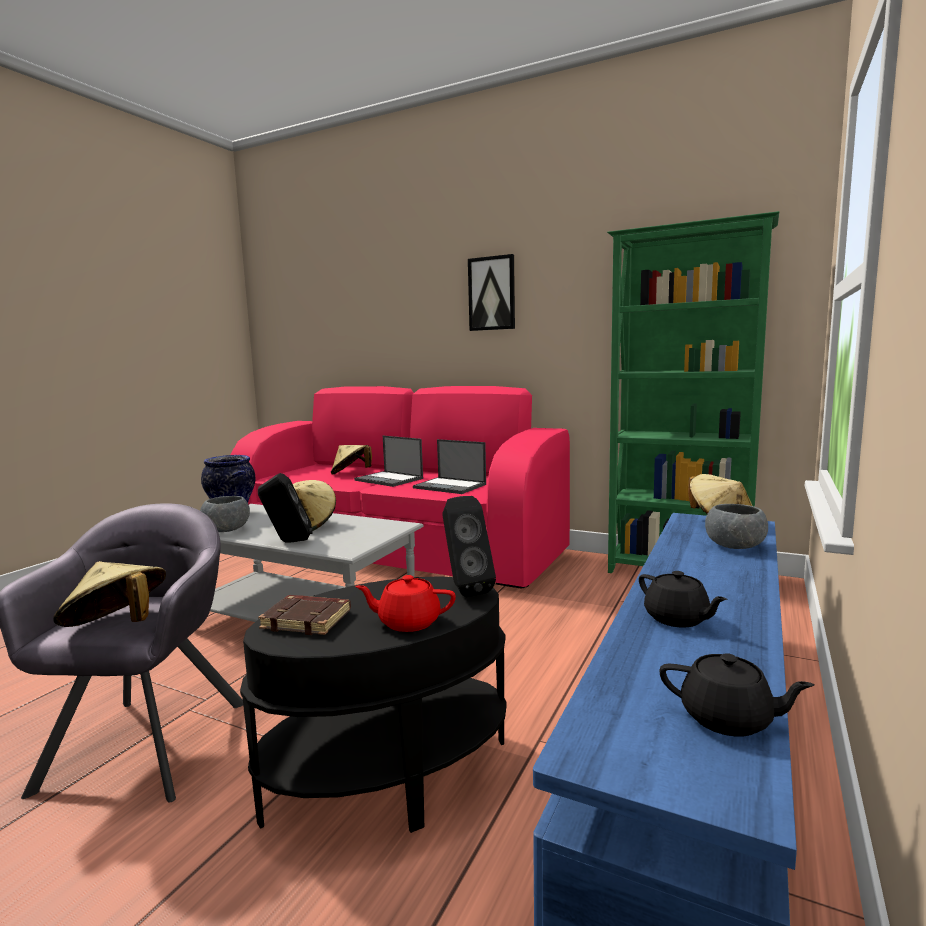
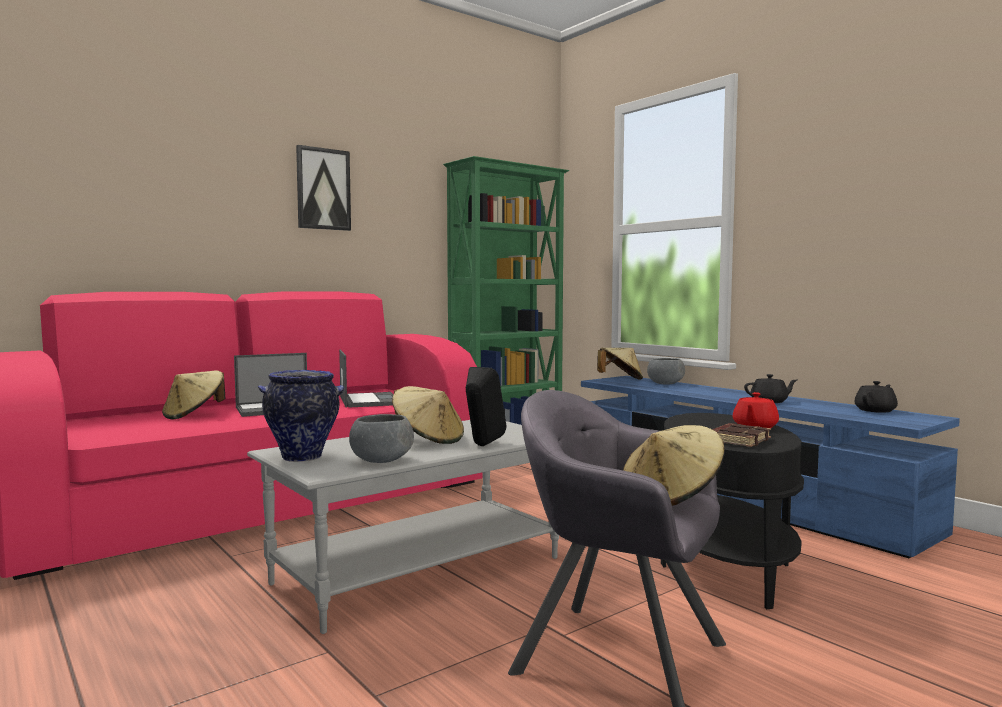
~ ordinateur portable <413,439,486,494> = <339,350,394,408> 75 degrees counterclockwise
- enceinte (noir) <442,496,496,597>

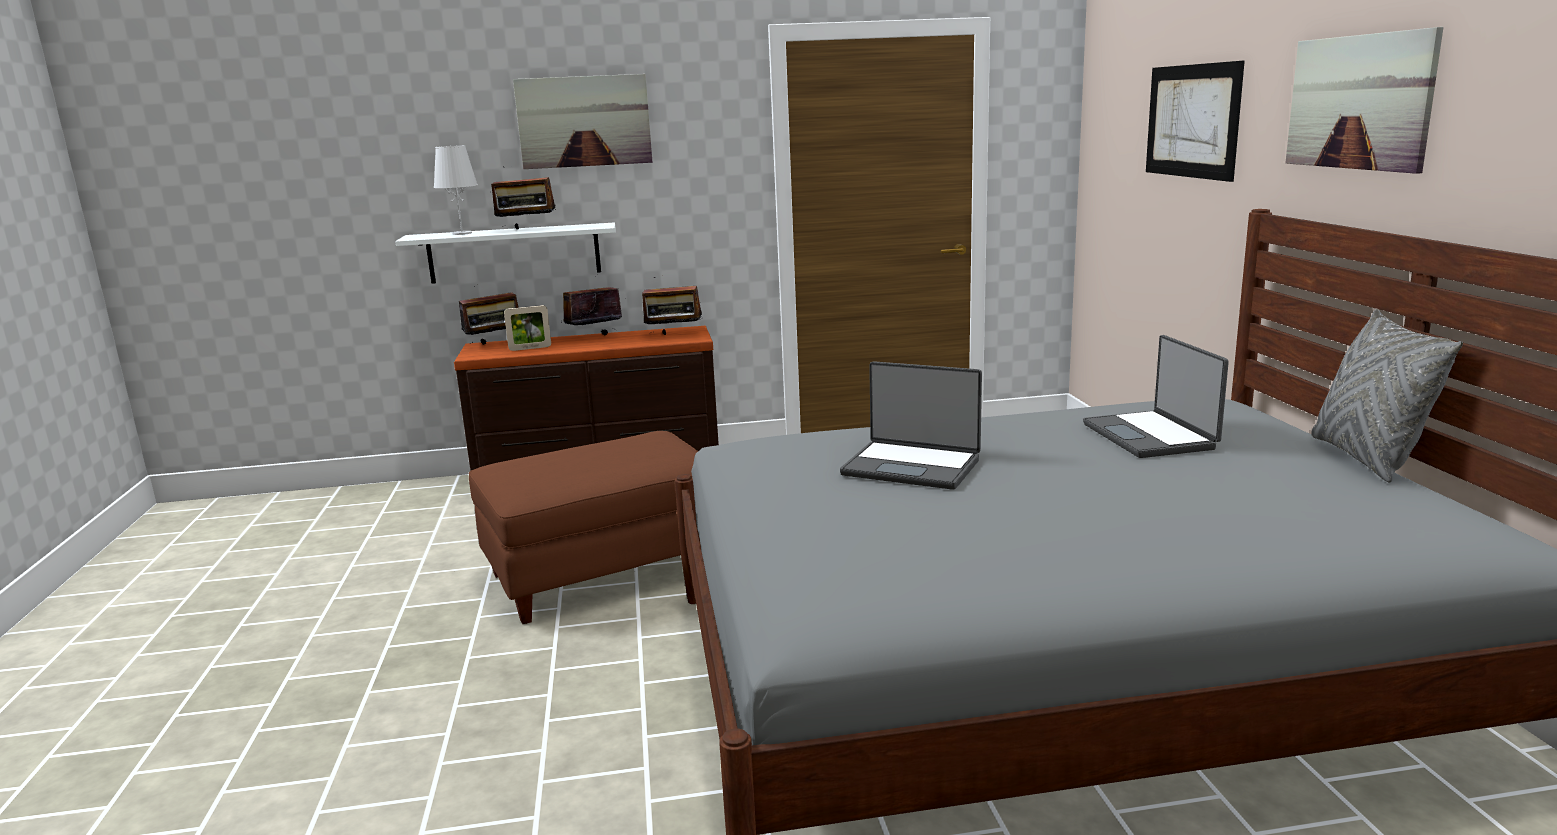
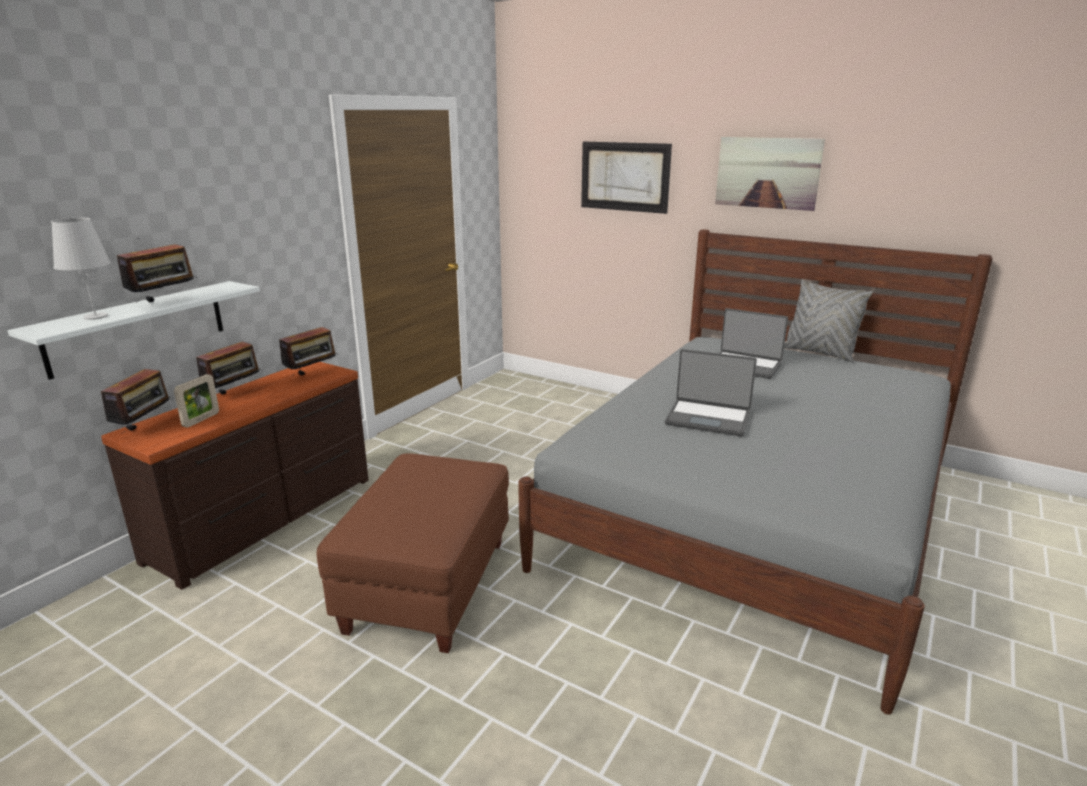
- tableau <513,74,652,169>
~ radio <561,274,622,336> = <196,341,262,394> 150 degrees counterclockwise
~ ordinateur portable <840,361,982,490> = <665,349,757,436> 45 degrees clockwise

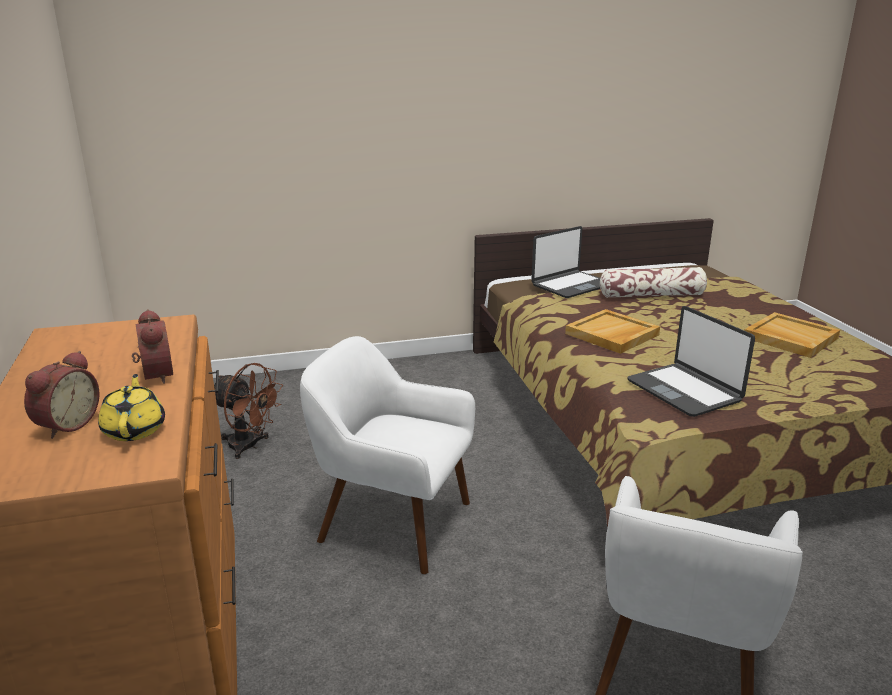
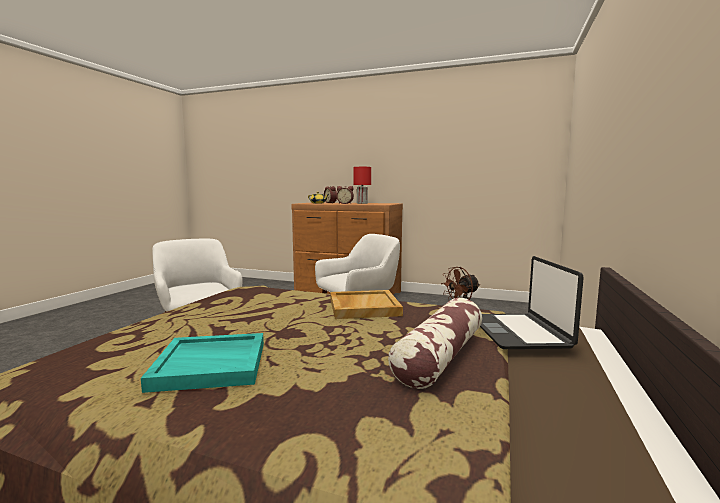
- ordinateur portable <627,306,755,417>
~ plateau (beige) <744,312,840,358> to plateau (turquoise) <141,333,264,393>
+ lampe de table (rouge) <353,167,371,204>

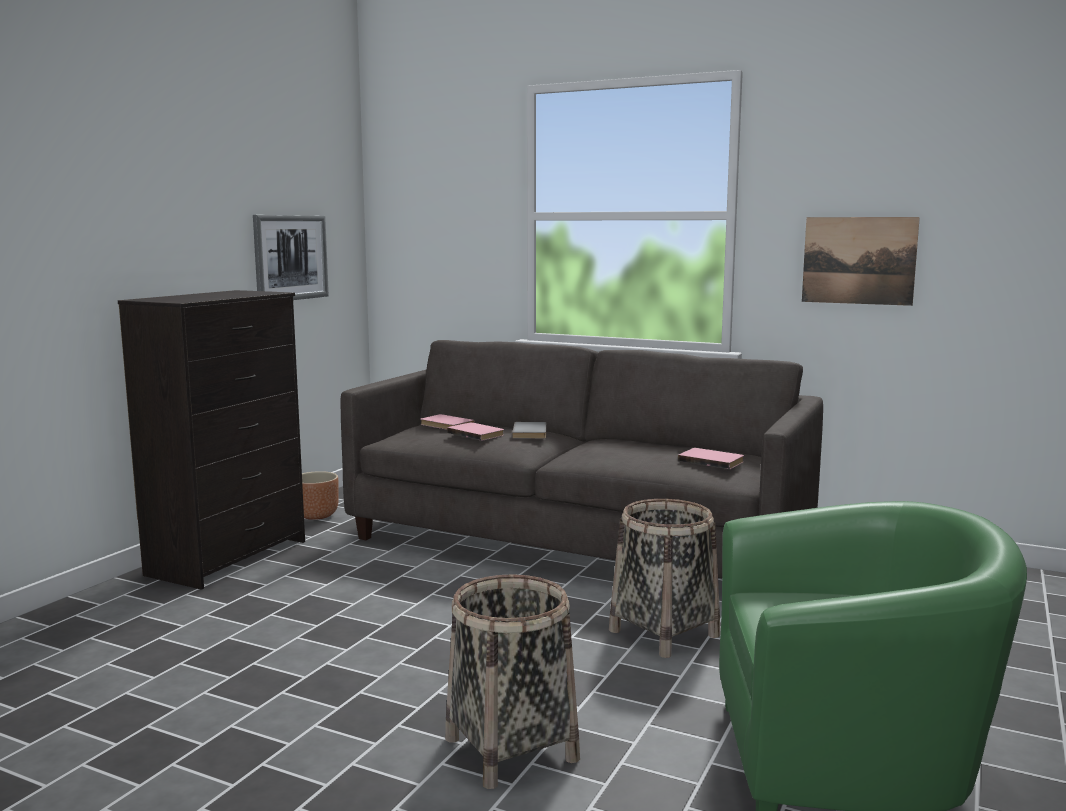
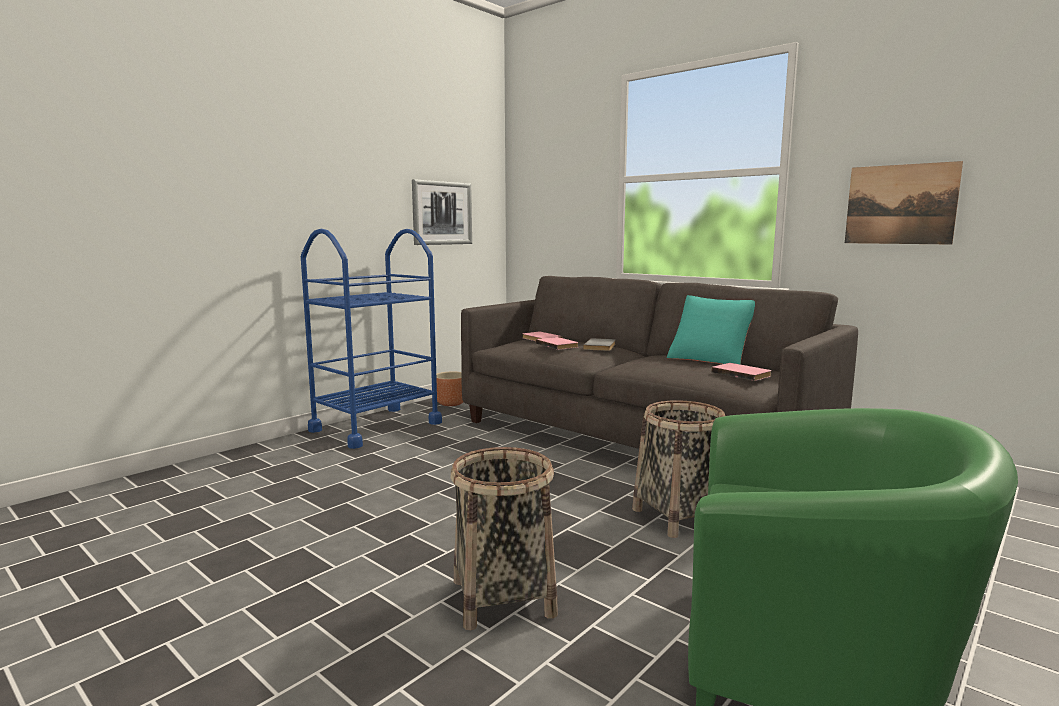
~ commode (noir) <118,290,305,590> to chariot (bleu) <301,228,442,449>
+ coussin (turquoise) <667,295,755,365>

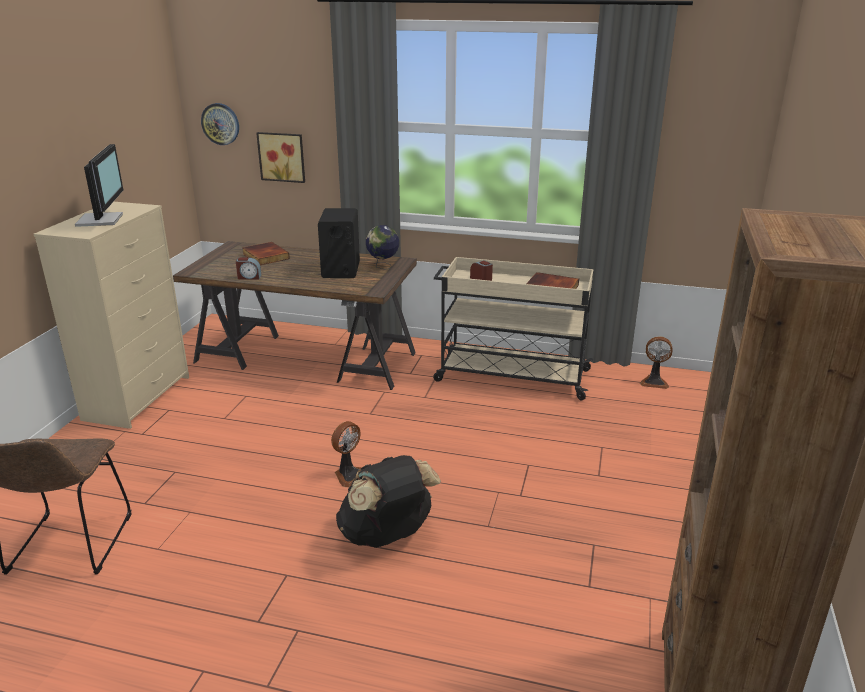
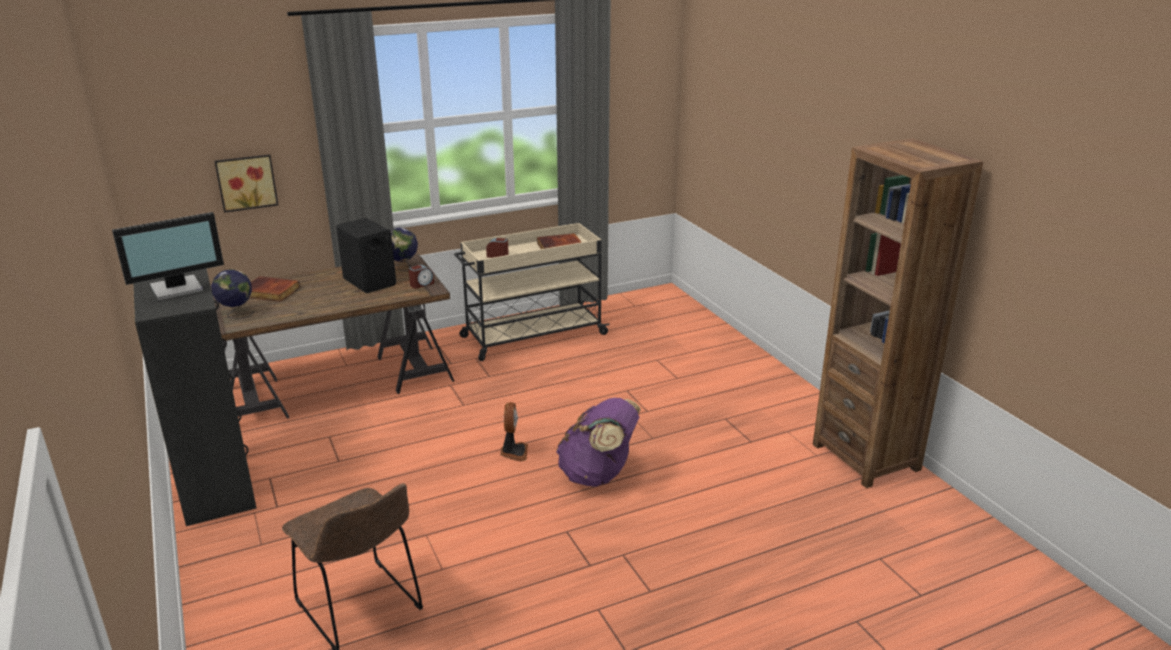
- horloge murale <201,103,239,145>
~ écran d'ordinateur <75,144,123,227> = <112,212,224,301> 105 degrees clockwise
~ commode (beige) <34,202,189,429> to commode (noir) <133,269,256,526>
~ réveil <236,258,261,279> to <409,265,434,289>
- ventilateur <640,336,673,389>
~ sac à dos (noir) <336,455,441,548> to sac à dos (violet) <556,398,641,487>
+ globe <211,269,253,319>

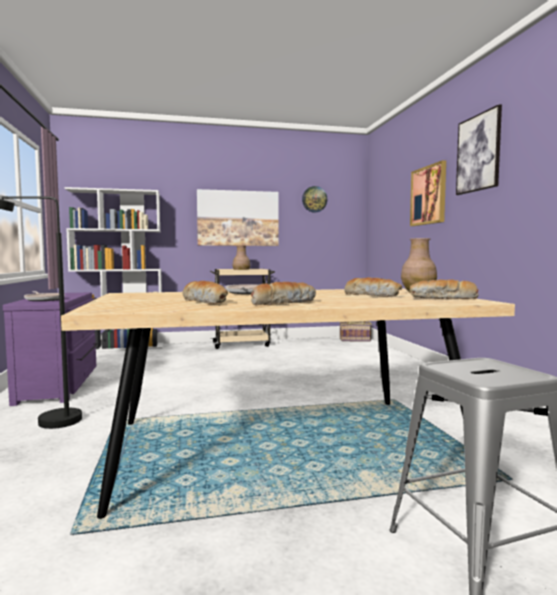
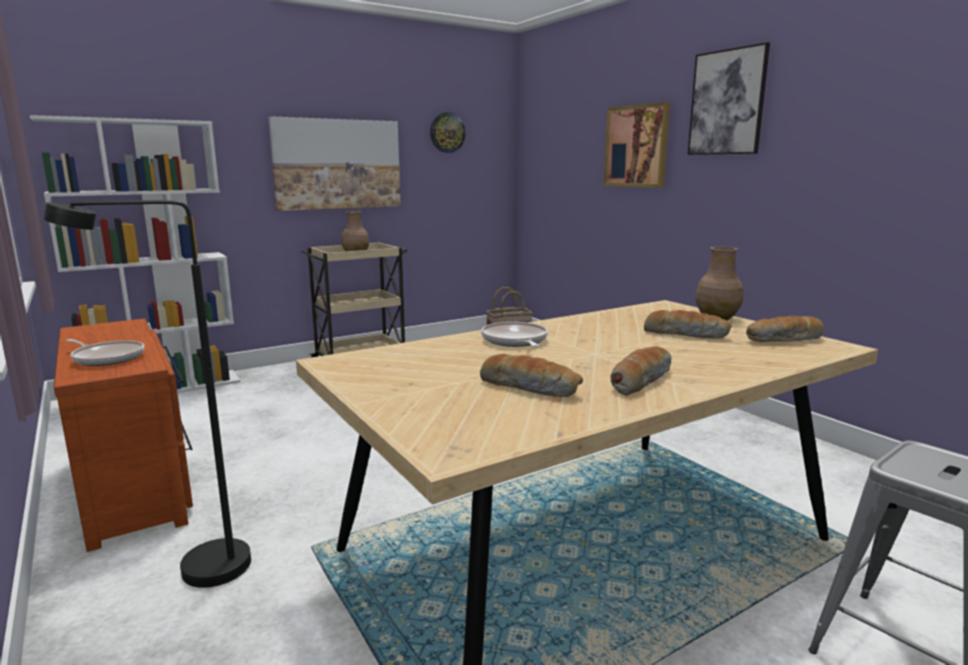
~ commode (violet) <3,293,98,406> to commode (marron) <54,318,193,552>

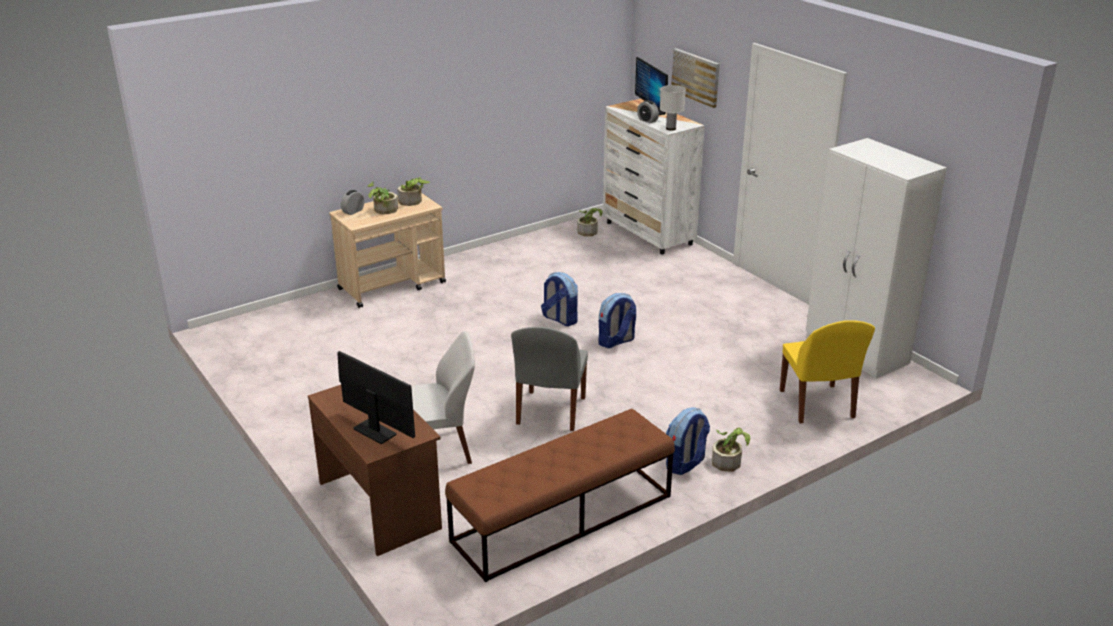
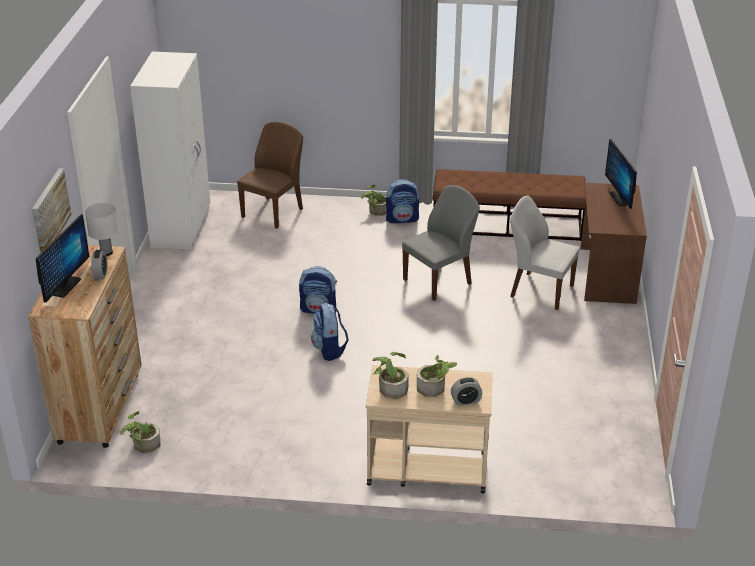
~ commode (blanc) <603,99,705,255> to commode (marron) <28,245,142,448>
~ chaise (jaune) <780,320,875,423> to chaise (marron) <237,122,303,229>

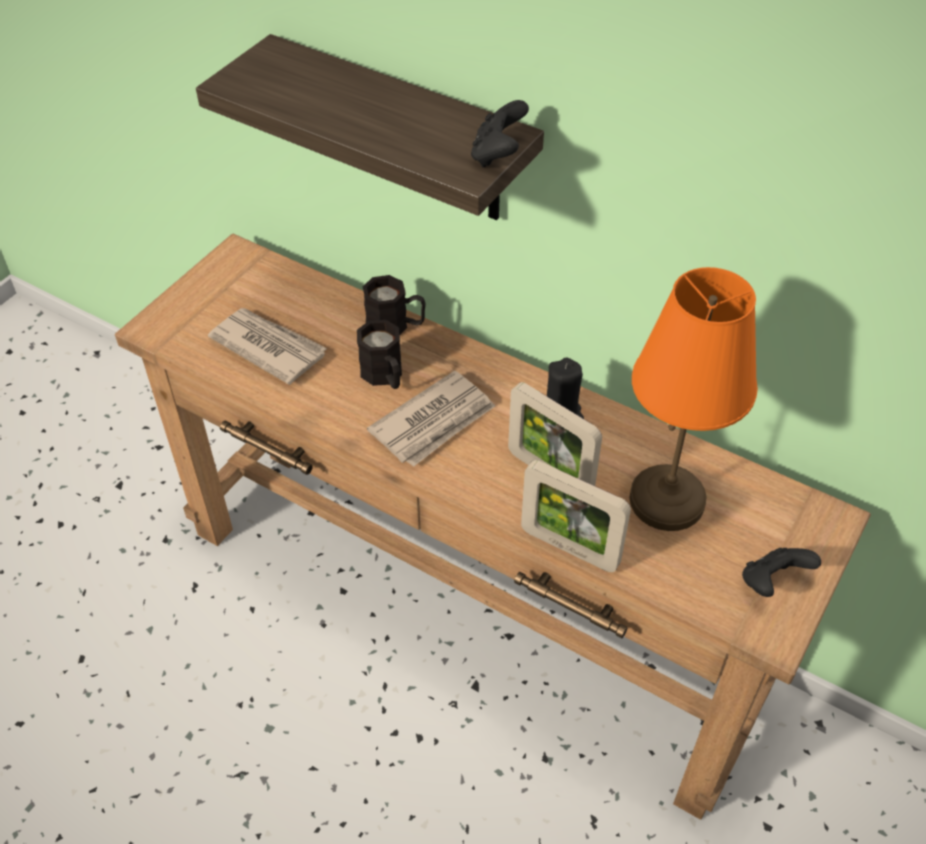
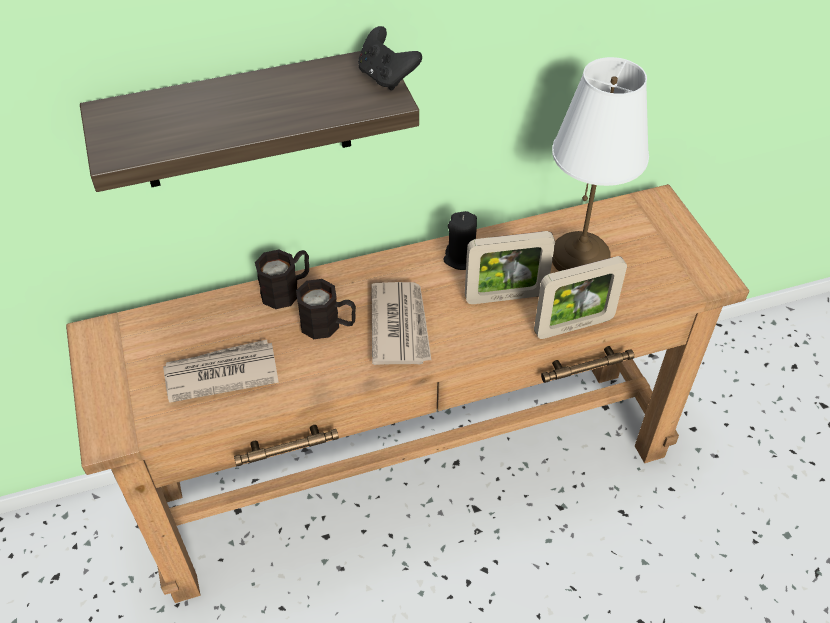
~ lampe de table (orange) <630,267,758,531> to lampe de table (blanc) <552,57,649,271>
- manette (noir) <742,548,821,597>

